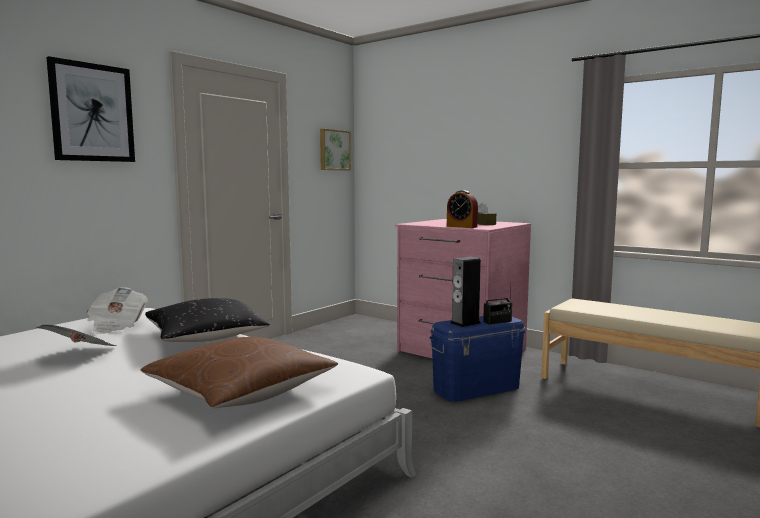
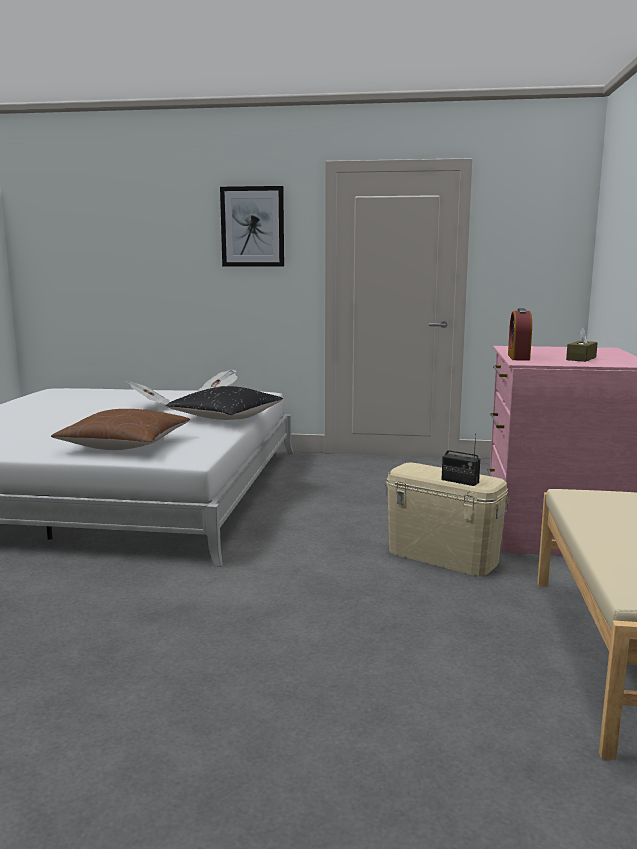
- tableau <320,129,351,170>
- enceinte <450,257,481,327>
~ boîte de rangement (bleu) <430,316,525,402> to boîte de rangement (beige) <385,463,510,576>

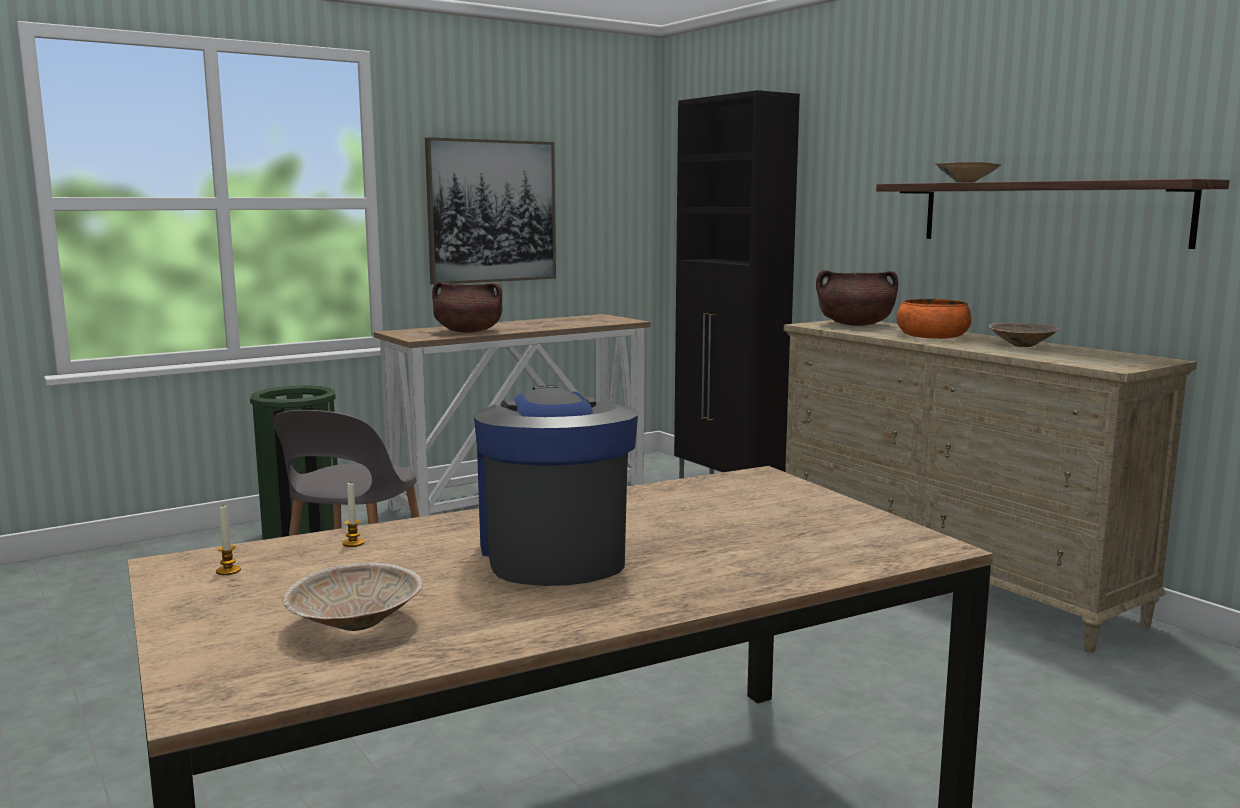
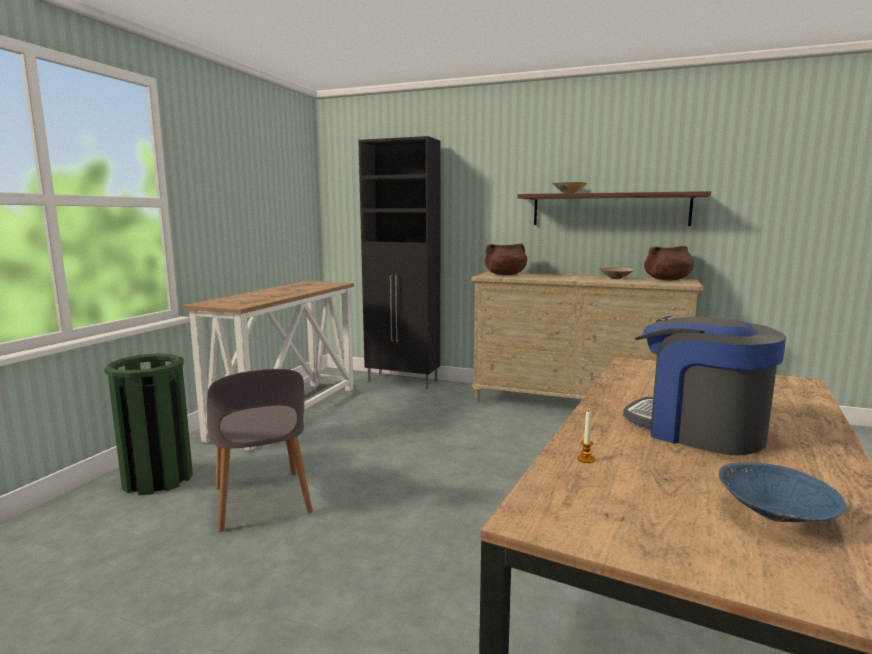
- tableau <425,137,556,285>
~ marmite (marron) <432,282,502,333> to <644,246,694,280>
- bol (orange) <897,299,972,339>
- bougie <216,506,241,575>
~ bol (beige) <282,562,423,631> to bol (bleu) <719,463,846,522>

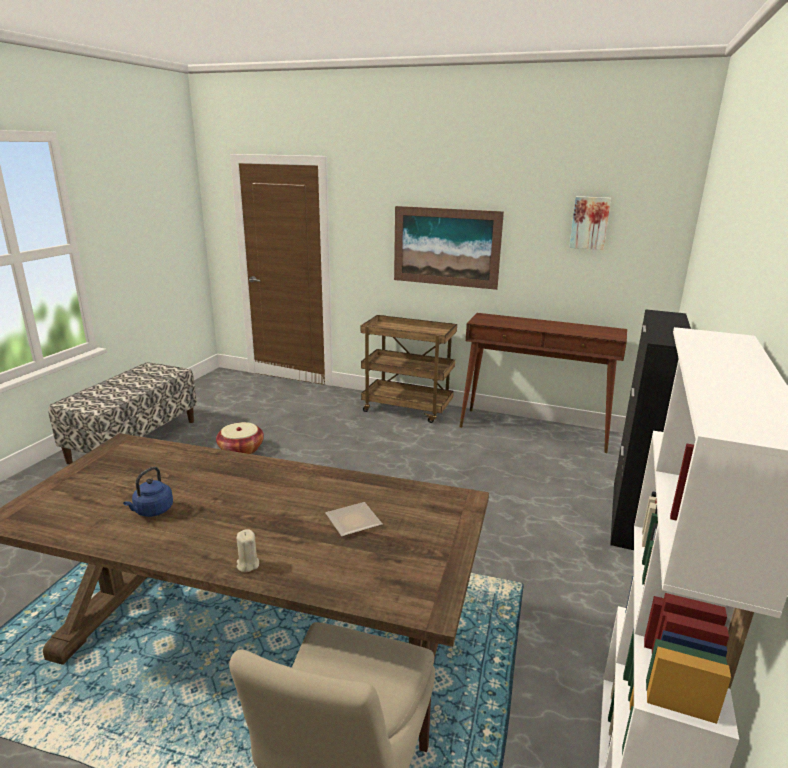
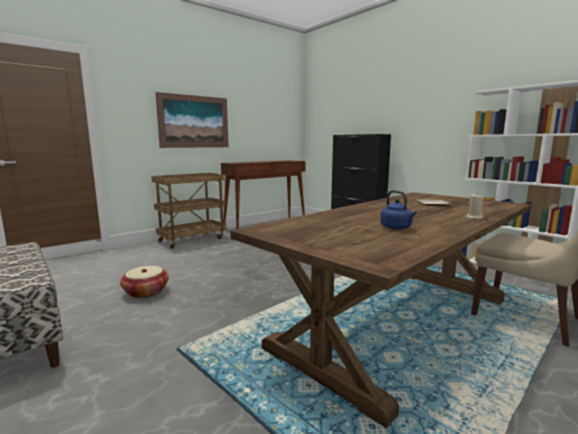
- tableau <569,196,611,250>

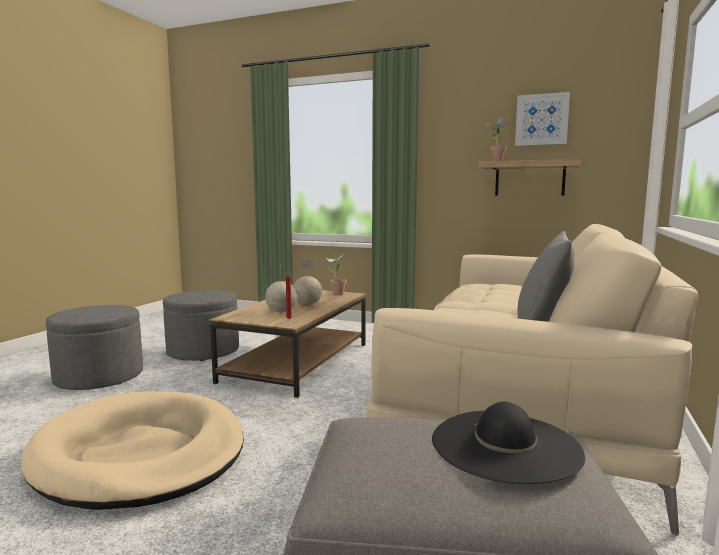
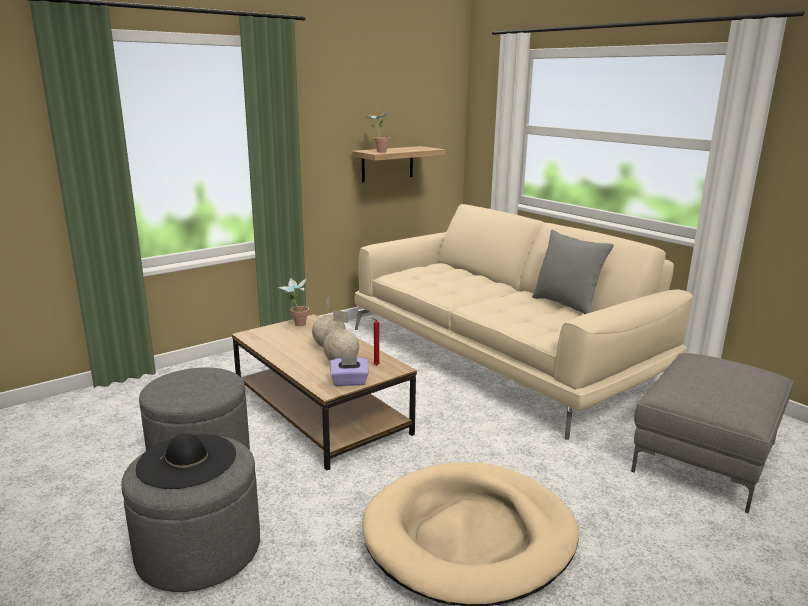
- tableau <515,92,570,146>
~ chapeau (noir) <432,402,585,484> to <136,433,236,489>
+ boîte à mouchoirs (violet) <330,357,369,386>

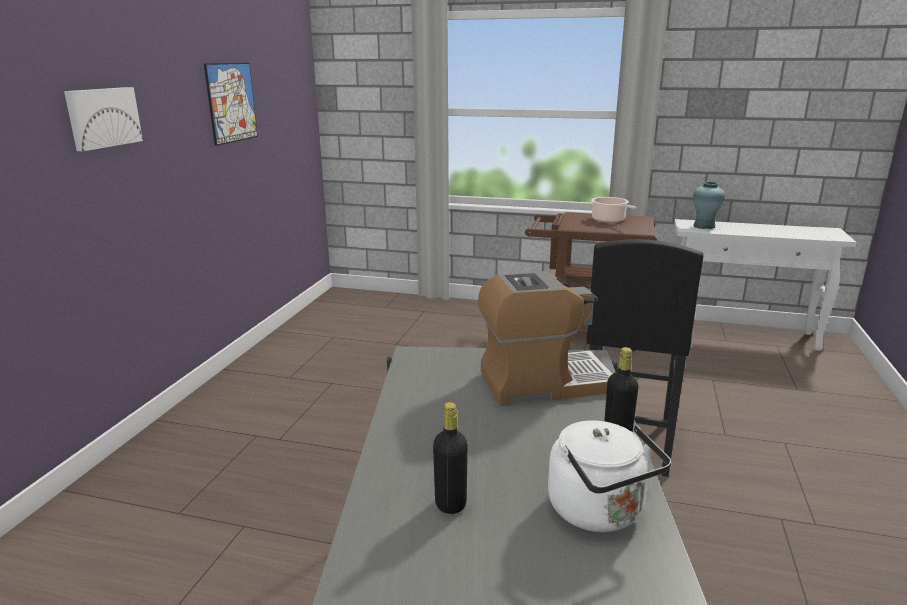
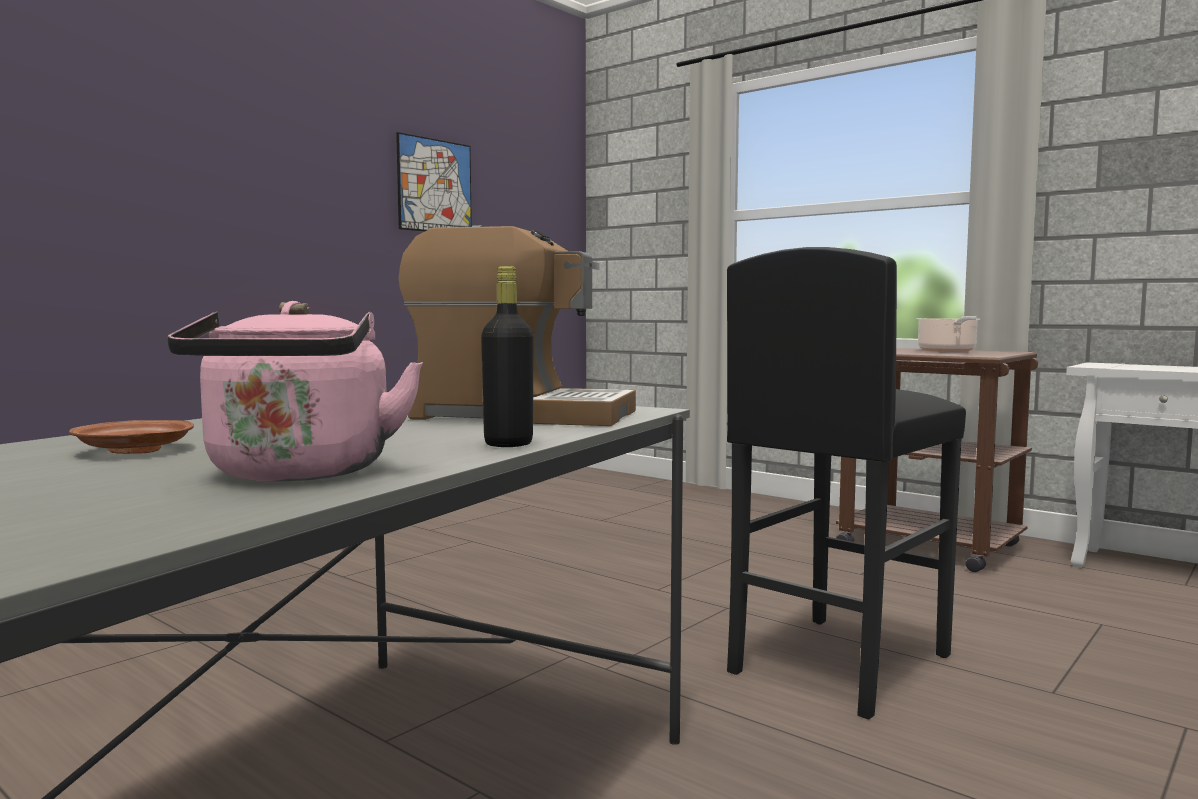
- tableau <64,87,143,151>
- vase (turquoise) <693,182,725,229>
~ bouteille (noir) <433,402,468,514> to assiette (marron) <69,420,194,454>
~ bouilloire (blanc) <548,421,671,532> to bouilloire (rose) <168,301,423,481>

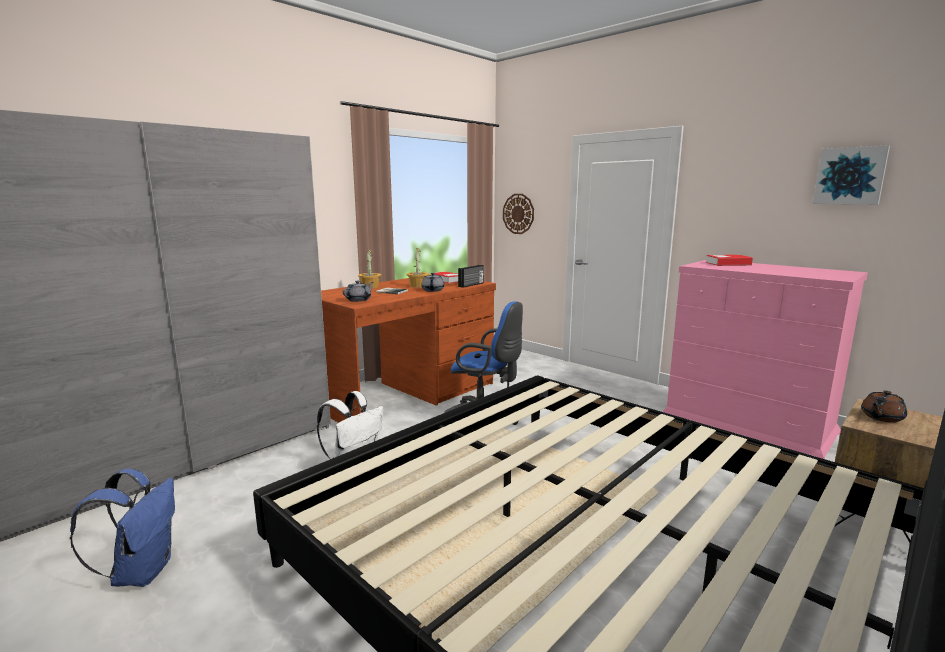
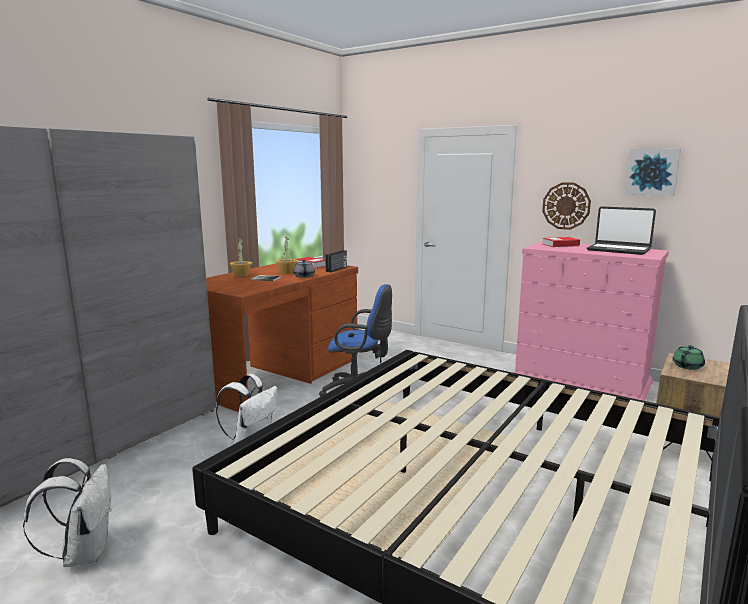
~ horloge murale <503,194,534,234> to <542,182,591,230>
- théière (gris) <342,281,374,302>
~ théière (marron) <861,390,907,423> to théière (vert) <673,345,705,370>
~ sac à dos (bleu) <70,469,175,587> to sac à dos (blanc) <23,458,112,567>
+ ordinateur portable <587,206,656,255>

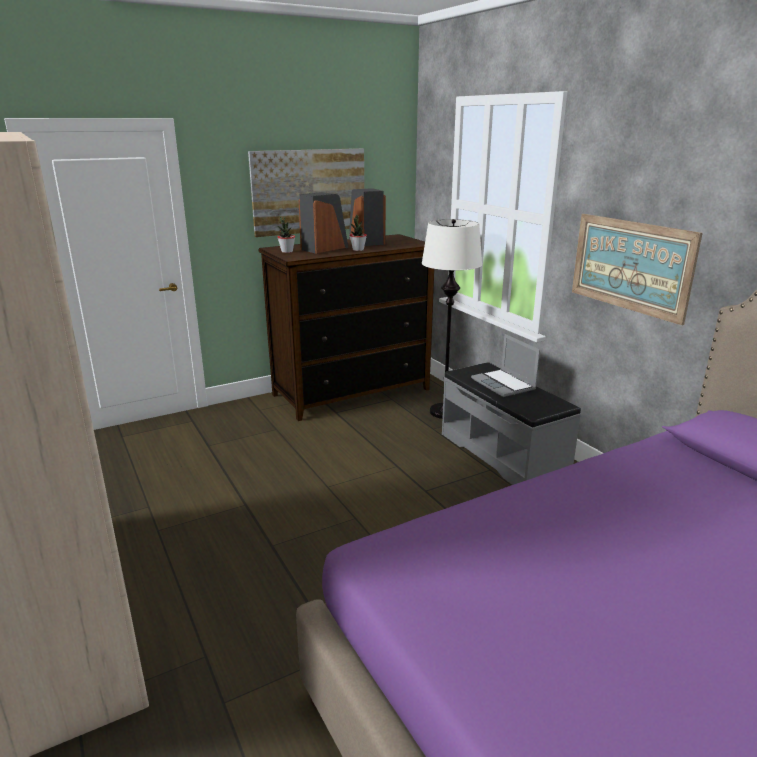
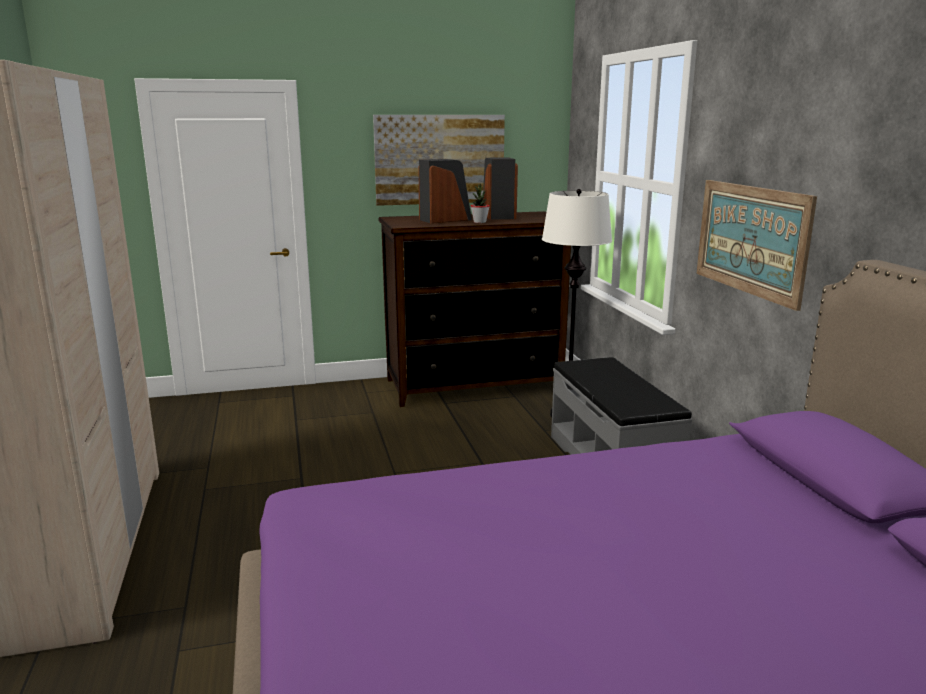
- plante en pot <278,216,295,253>
- ordinateur portable <471,334,540,397>

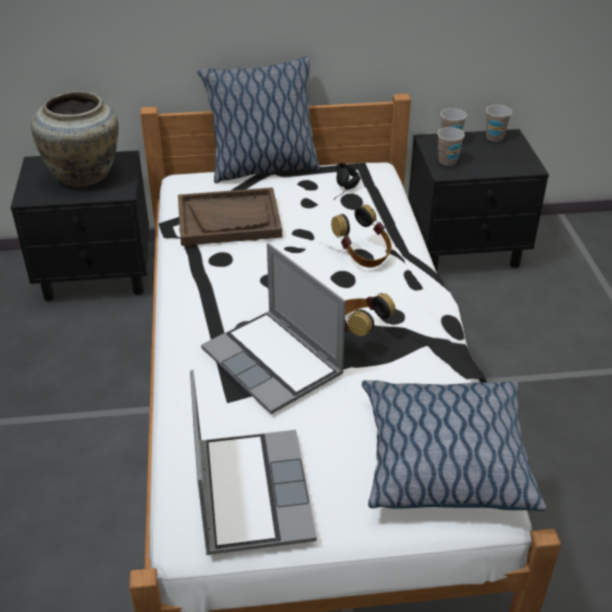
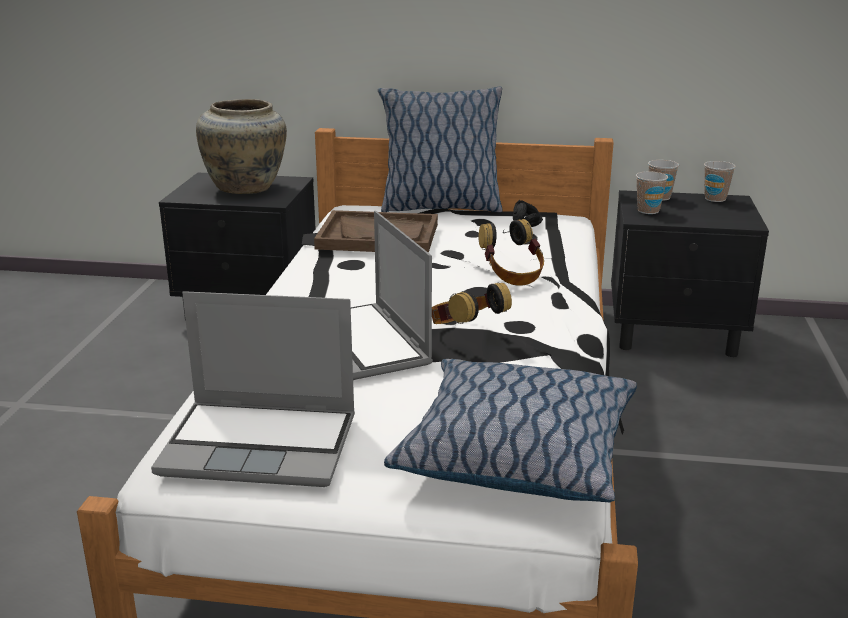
~ ordinateur portable <190,370,317,555> = <151,291,355,487> 90 degrees clockwise

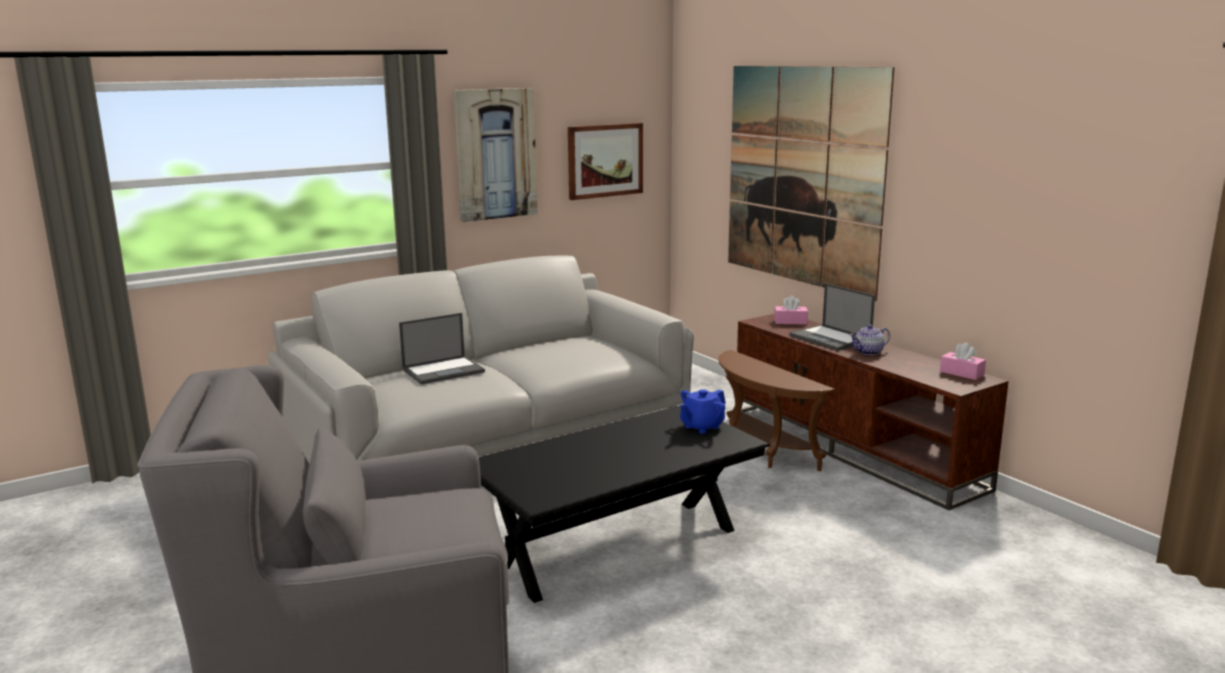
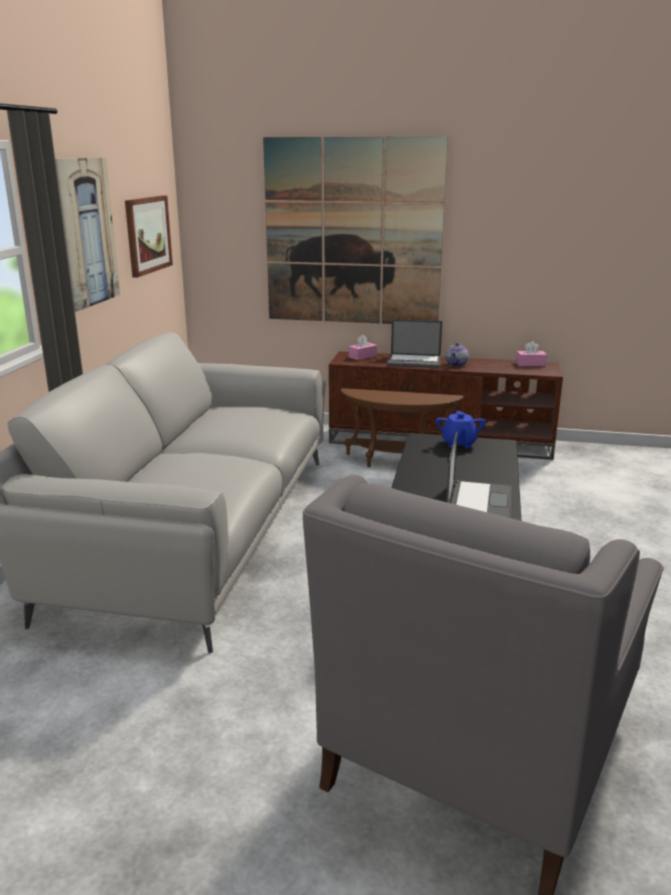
~ ordinateur portable <399,313,485,385> to <446,432,512,518>

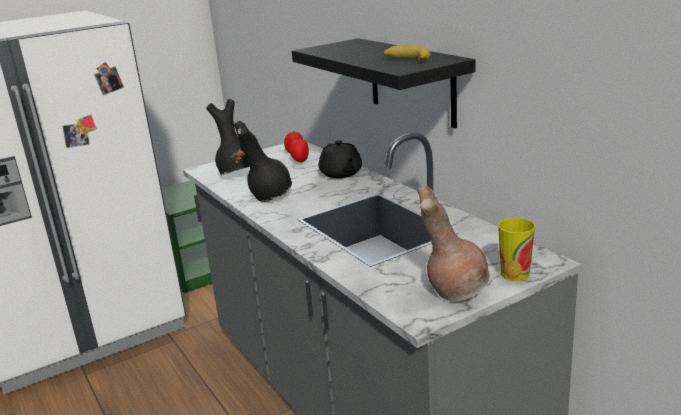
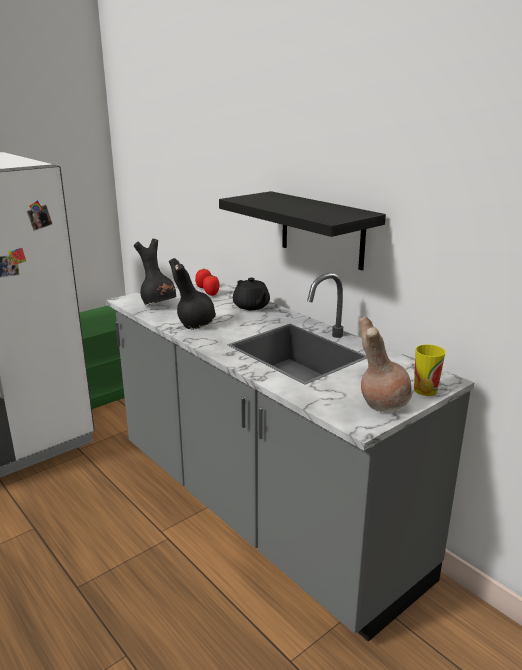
- banane <384,45,430,61>

